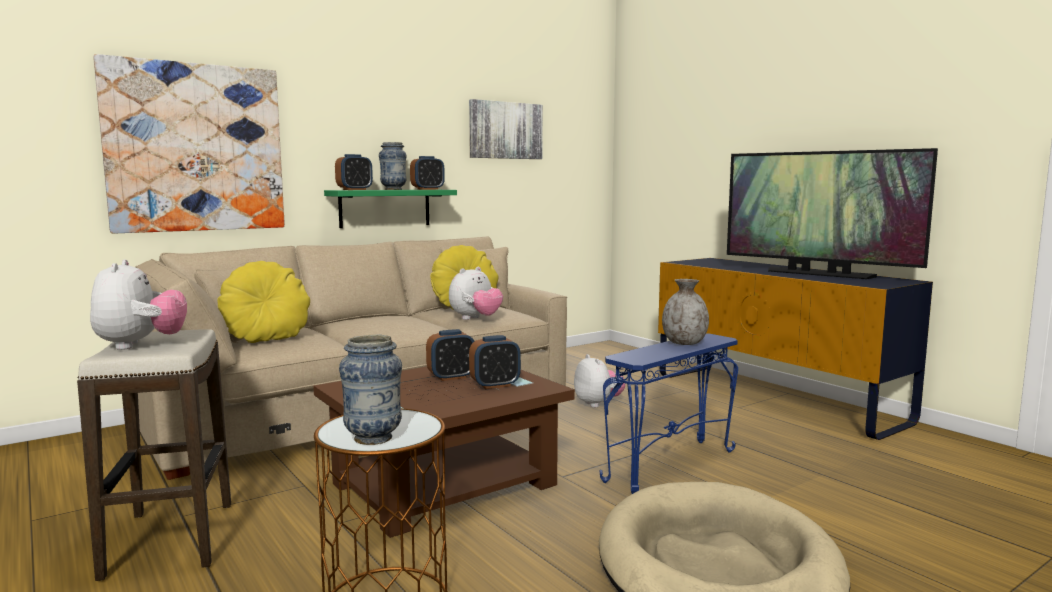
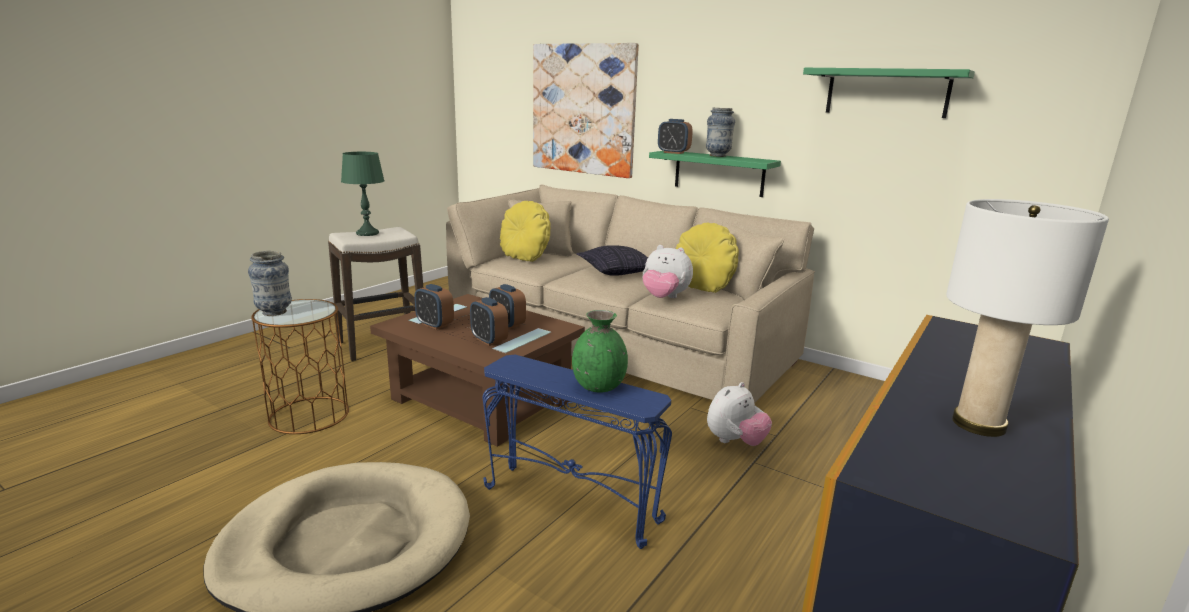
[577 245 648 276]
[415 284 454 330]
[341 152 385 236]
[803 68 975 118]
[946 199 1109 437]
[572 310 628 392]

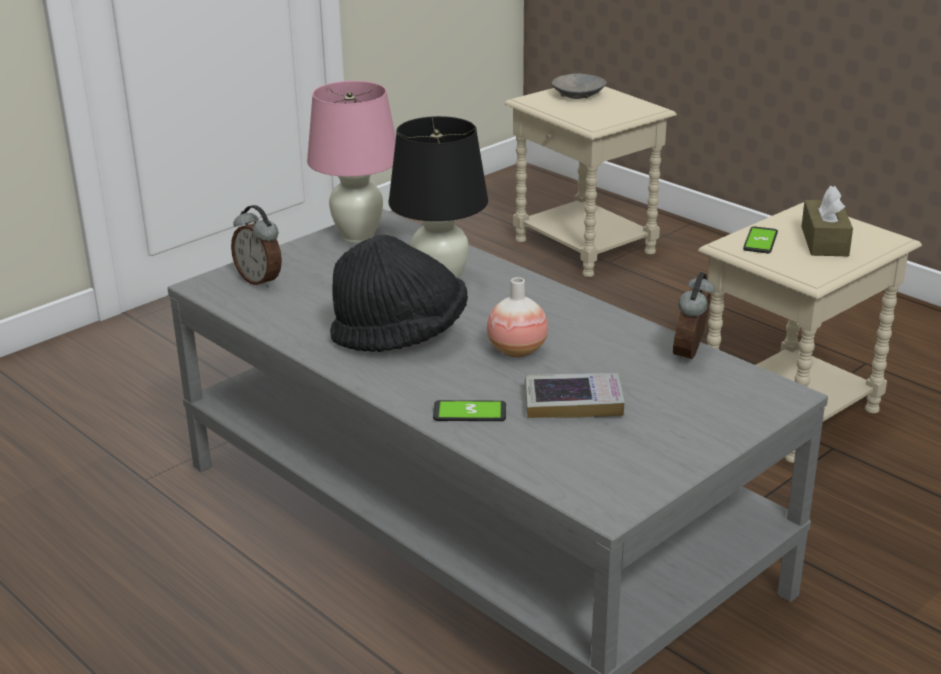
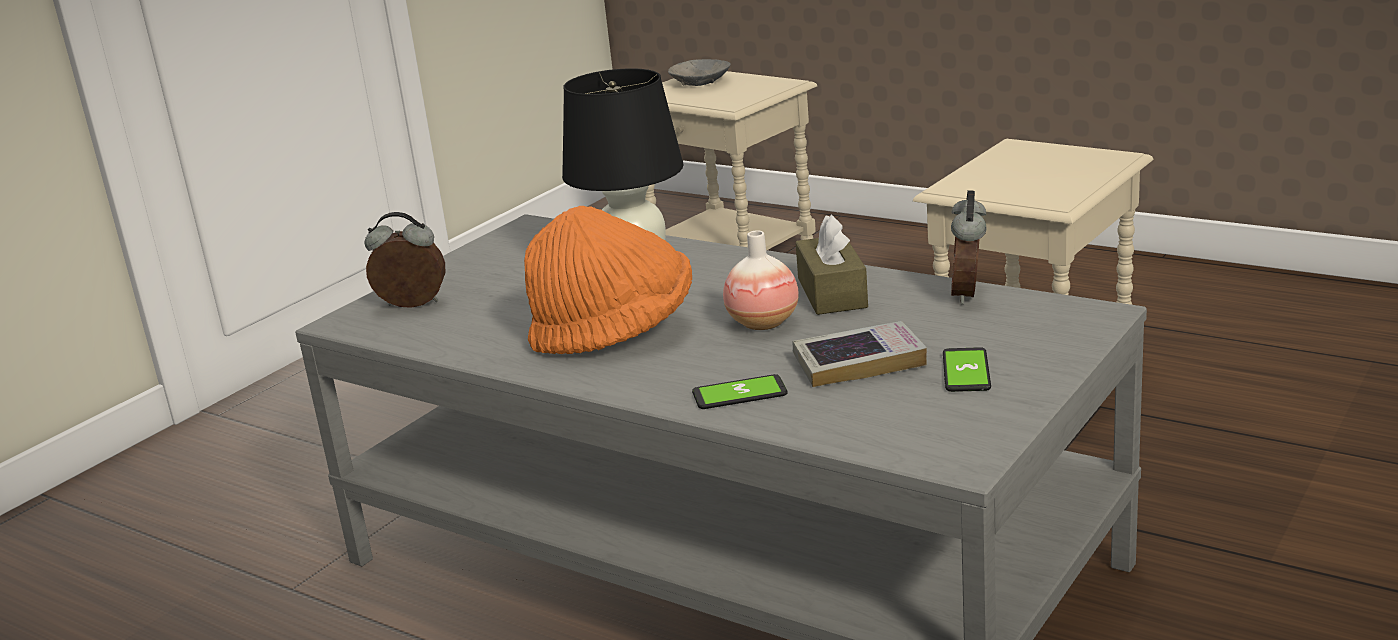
[307 81 396 243] (first image)
[943 347 991 392]
[796 214 868 315]
[524 206 692 354]
[365 212 445 308]

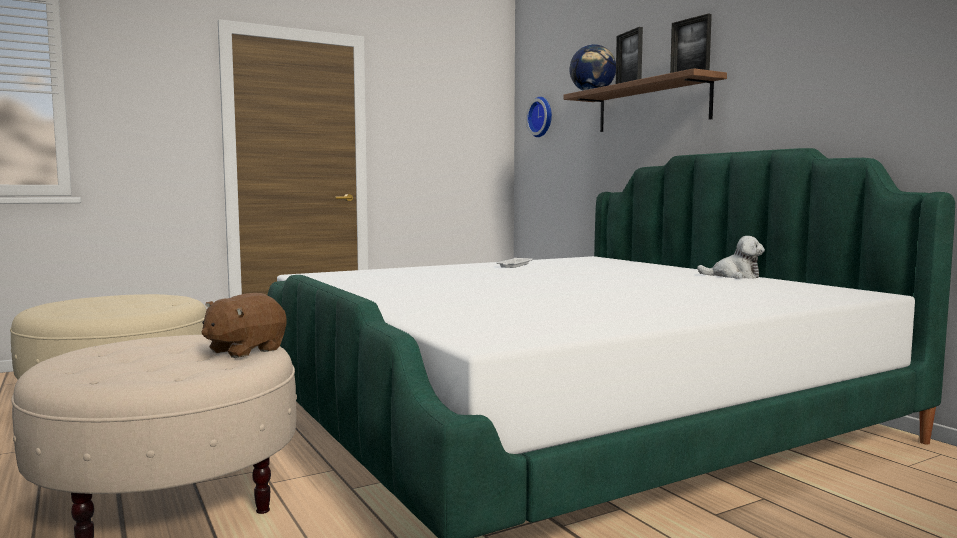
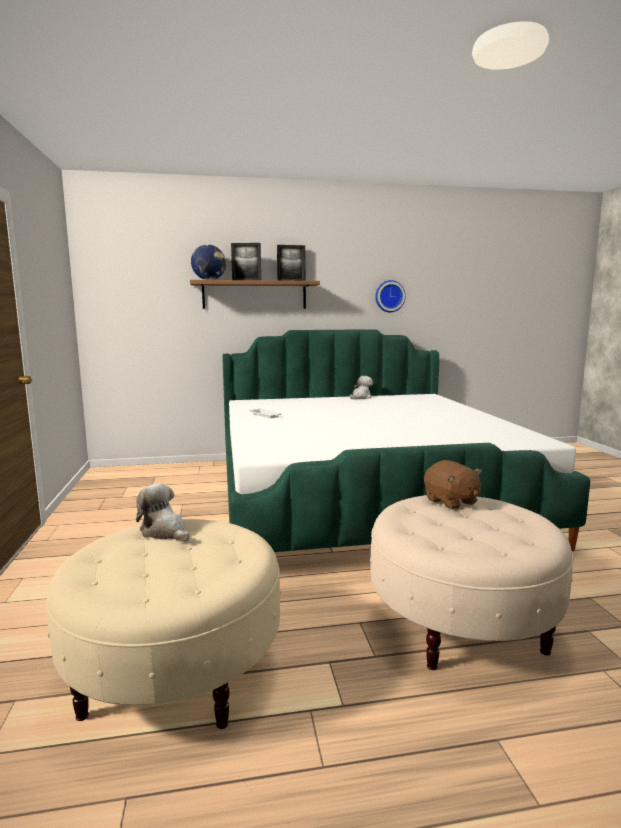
[136 483 190 542]
[375 280 406 312]

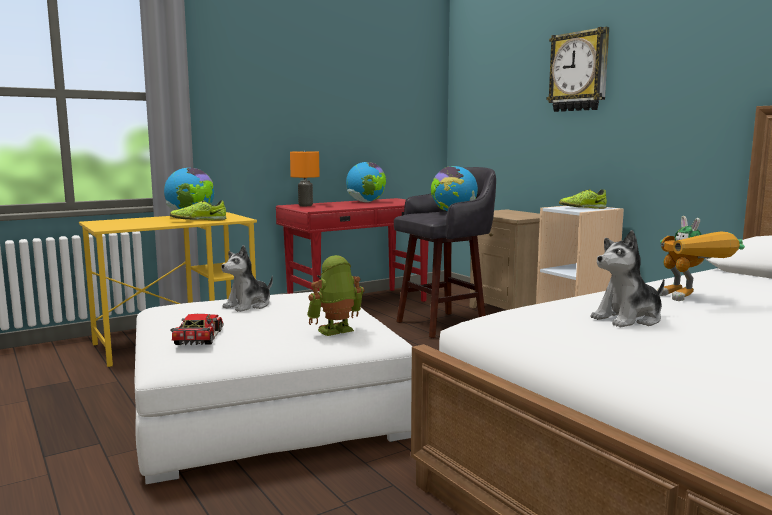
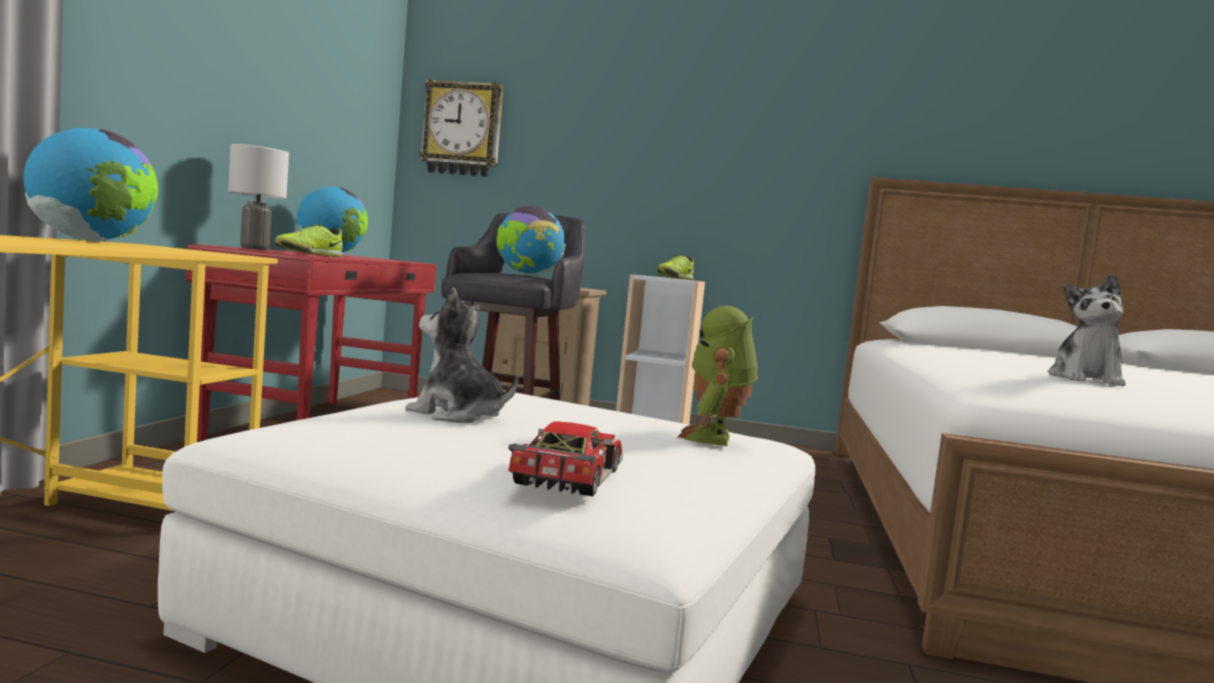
[657 216 745 301] (first image)
[274 224 343 257]
[419 79 504 177]
[228 144 289 250]
[508 421 623 496]
[405 288 519 423]

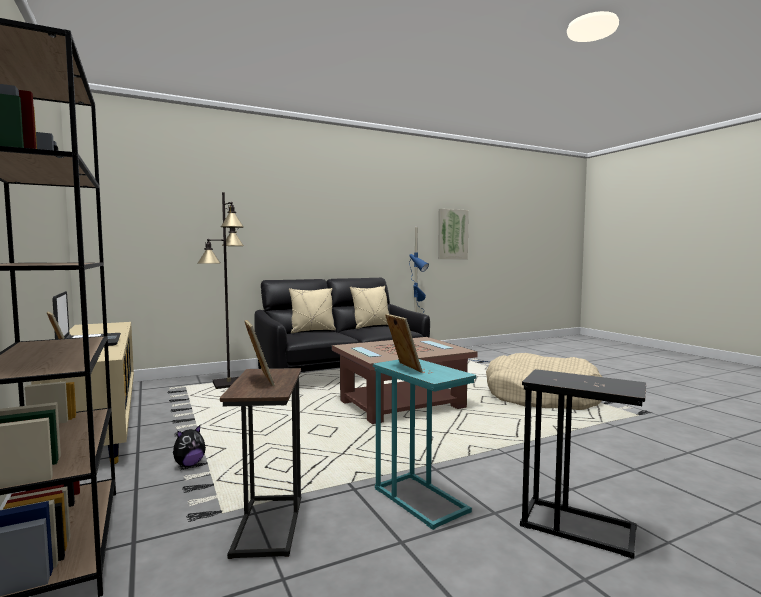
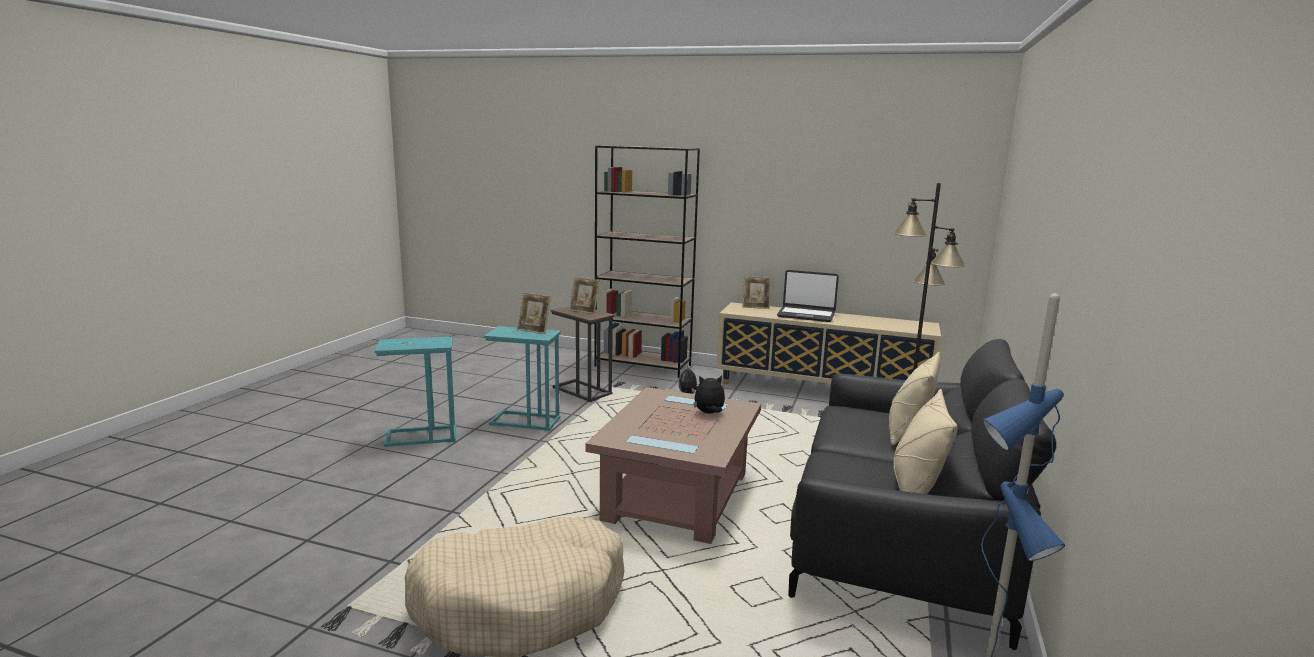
[438 209 469 259] (first image)
[694 375 725 413]
[375 337 456 447]

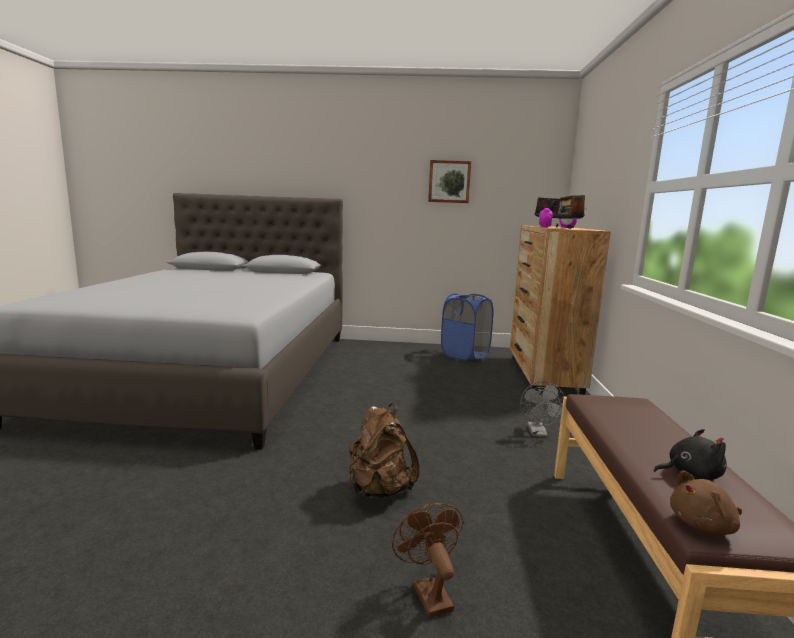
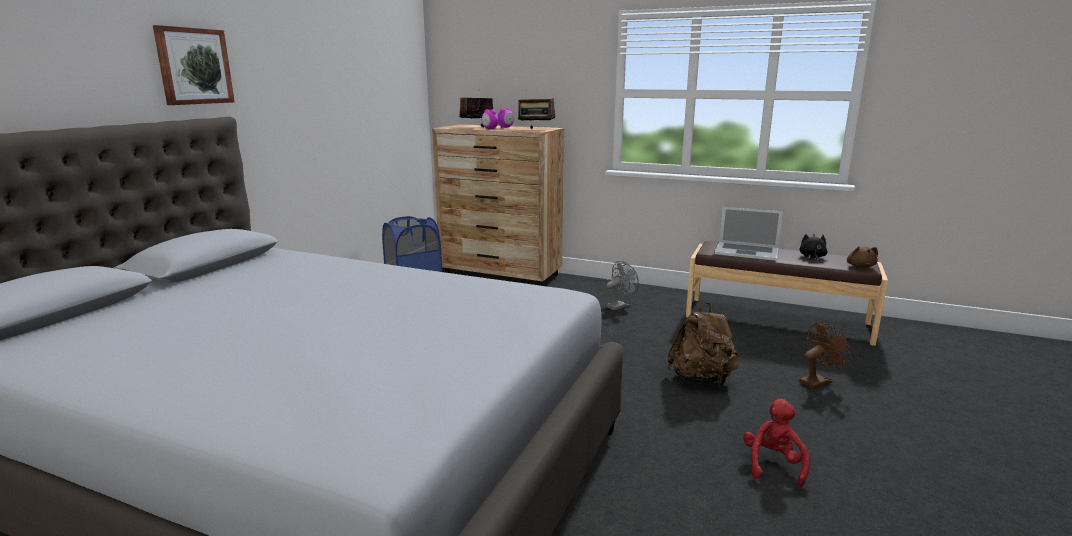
[715 207 783 261]
[743 399 810 487]
[153 25 235 105]
[799 323 851 389]
[606 261 639 311]

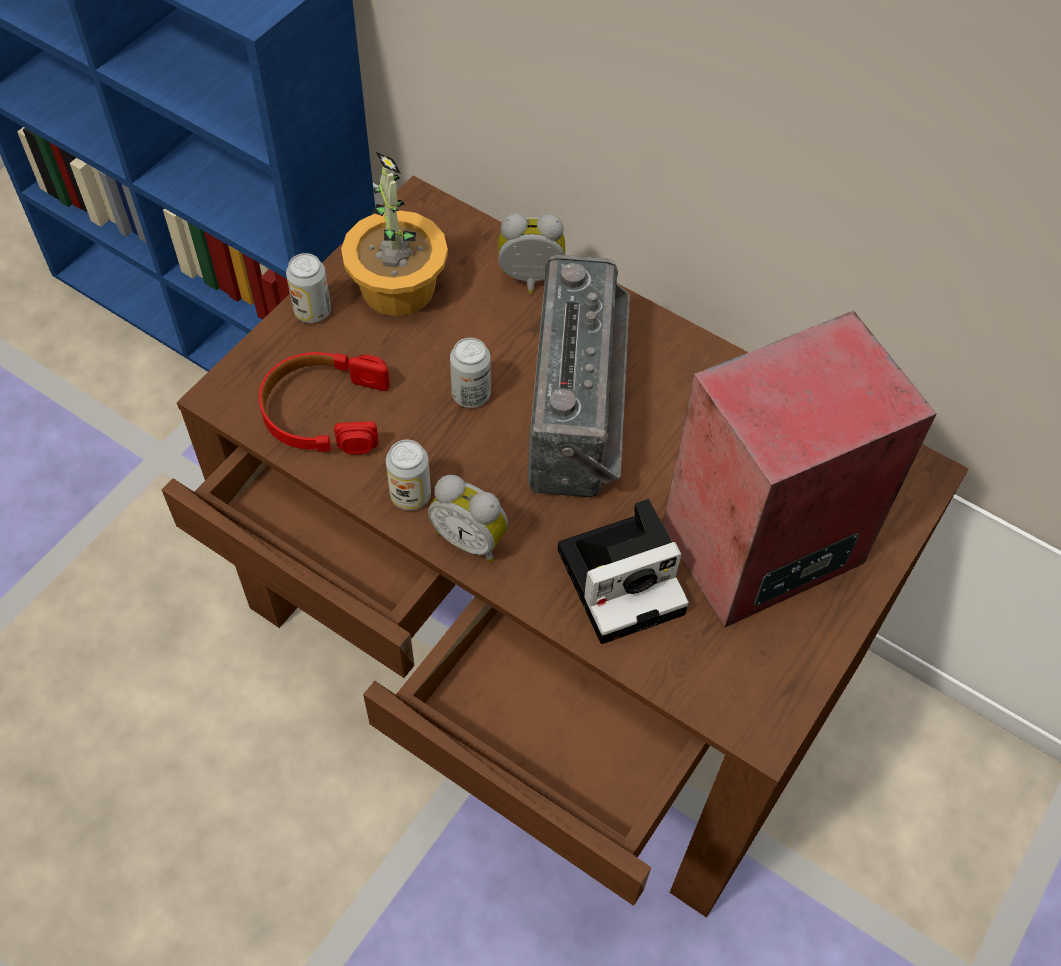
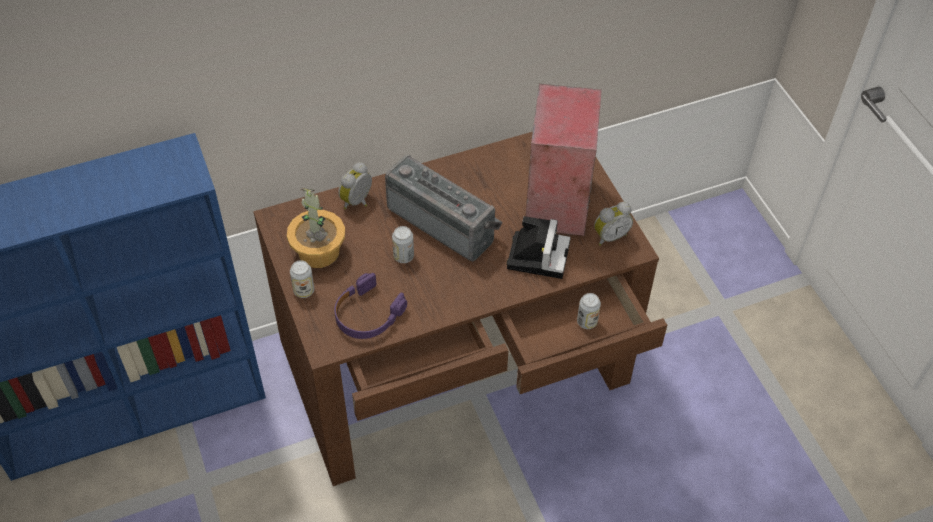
[577 293 601 329]
[594 202 633 246]
[334 273 407 339]

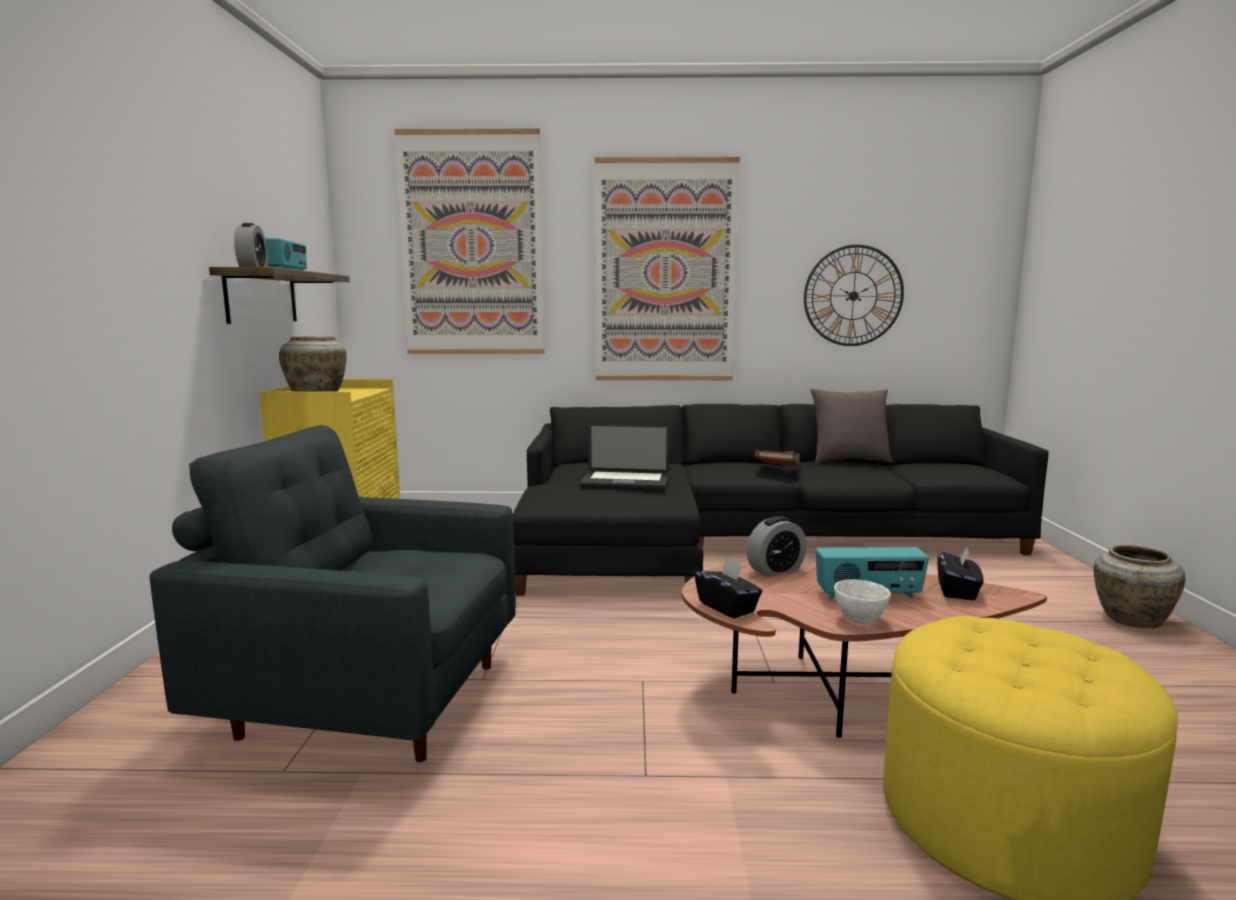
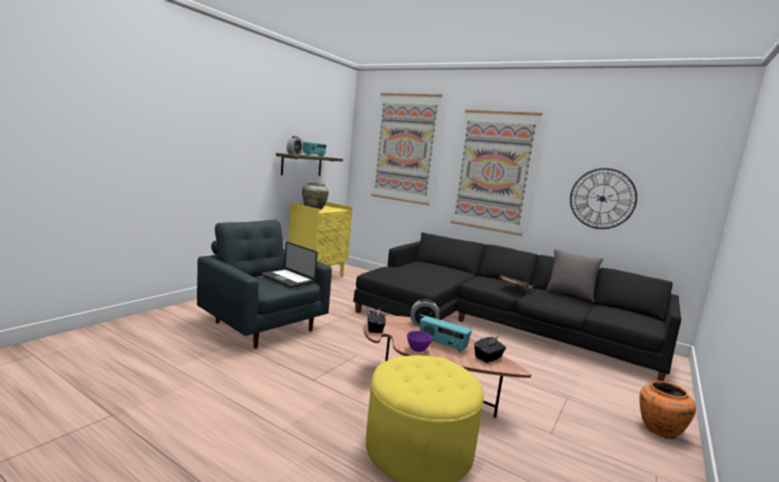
[261 242 317 288]
[407 331 433 352]
[639 381 696 439]

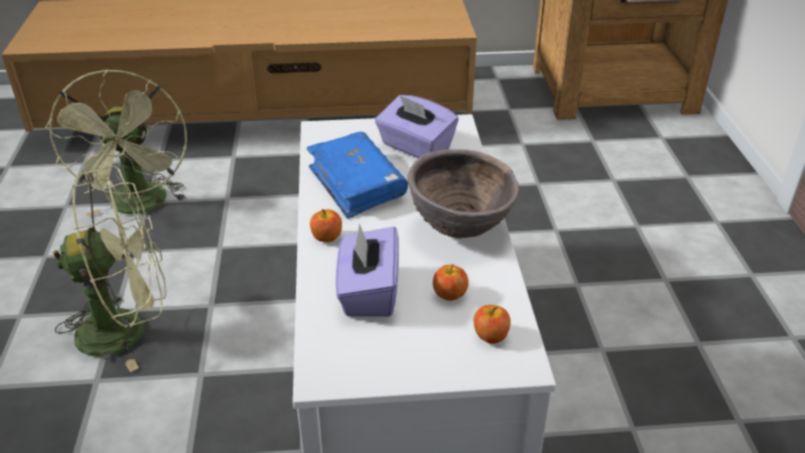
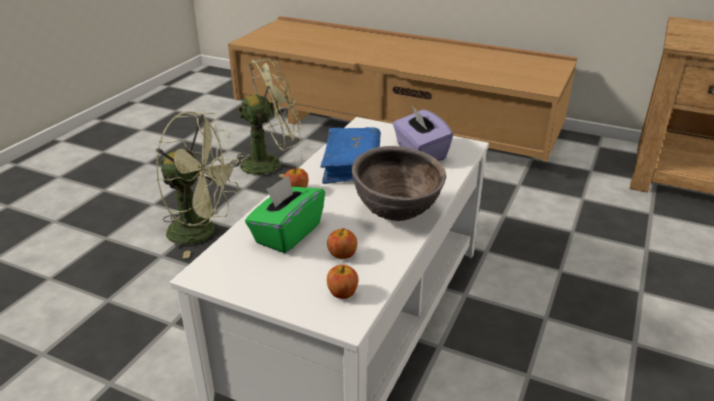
[245 175 325 253]
[231 58 301 178]

